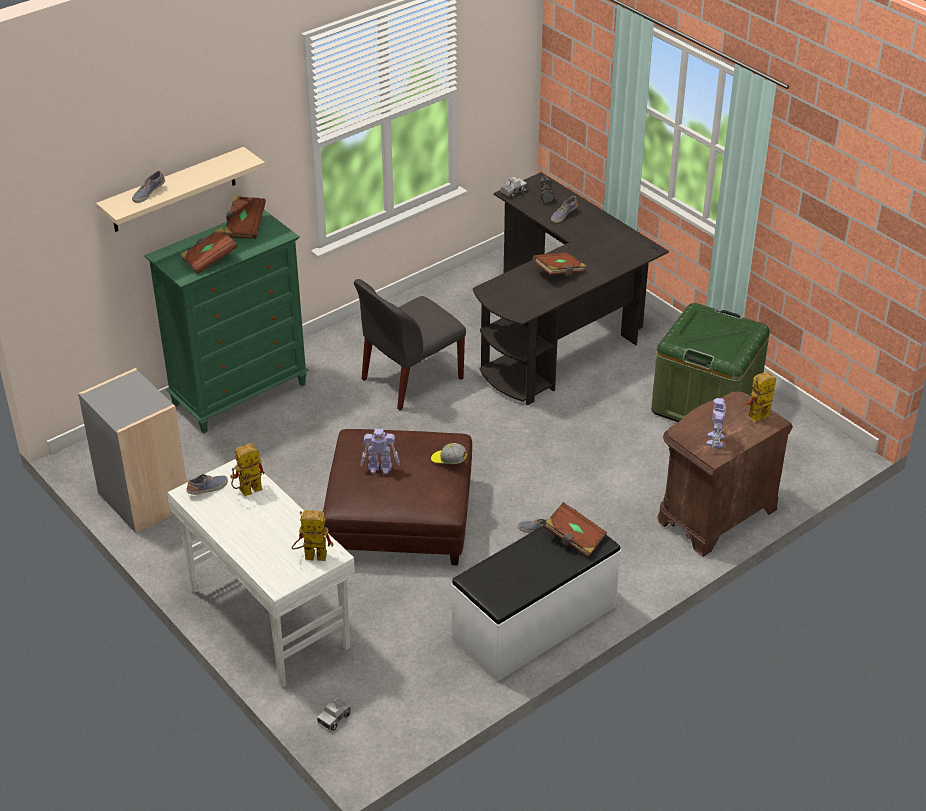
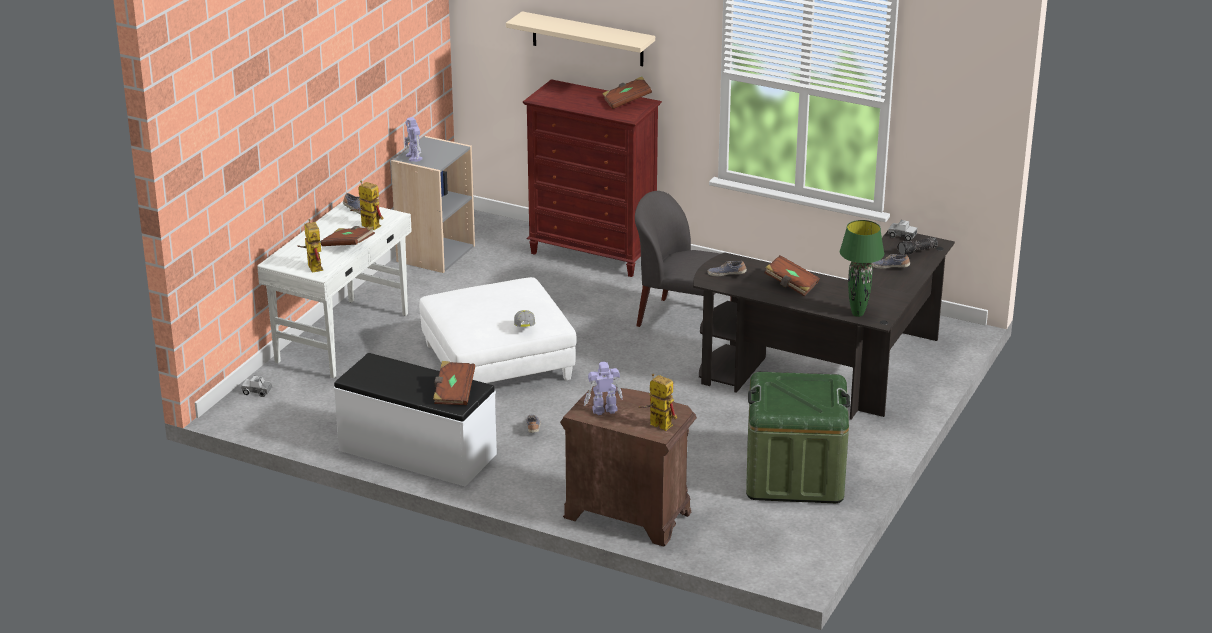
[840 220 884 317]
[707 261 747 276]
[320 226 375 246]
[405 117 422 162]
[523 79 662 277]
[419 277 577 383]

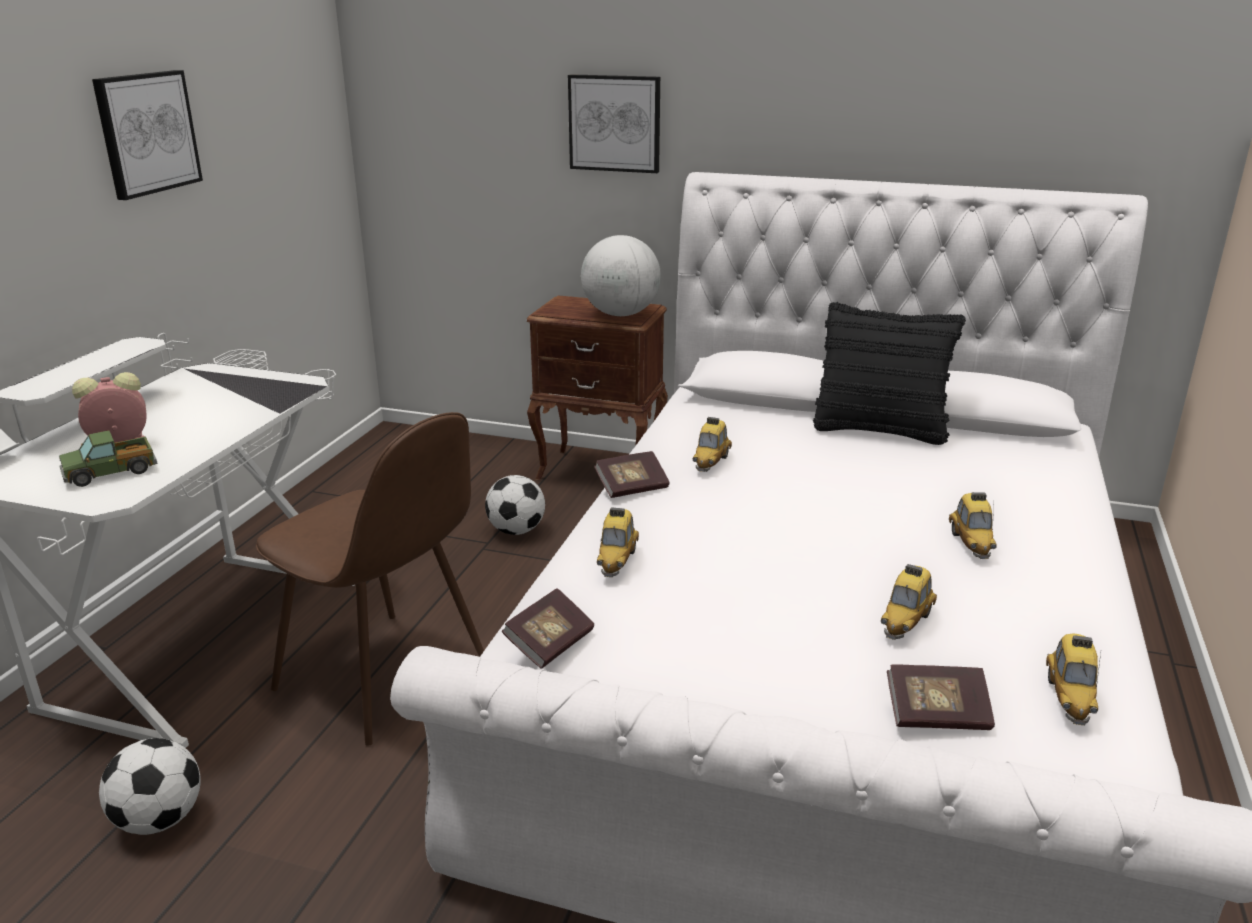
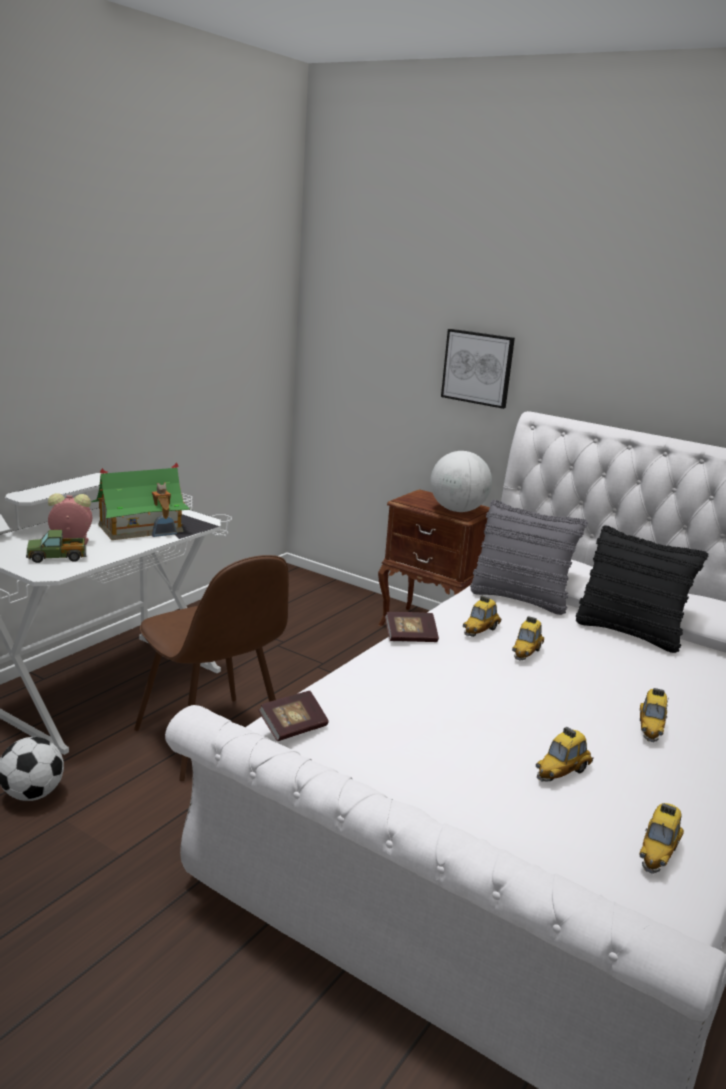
[92 70 203 200] (first image)
[485 475 545 535] (first image)
[887 665 995 730] (first image)
[91 463 190 540]
[470 500 588 615]
[512 616 544 661]

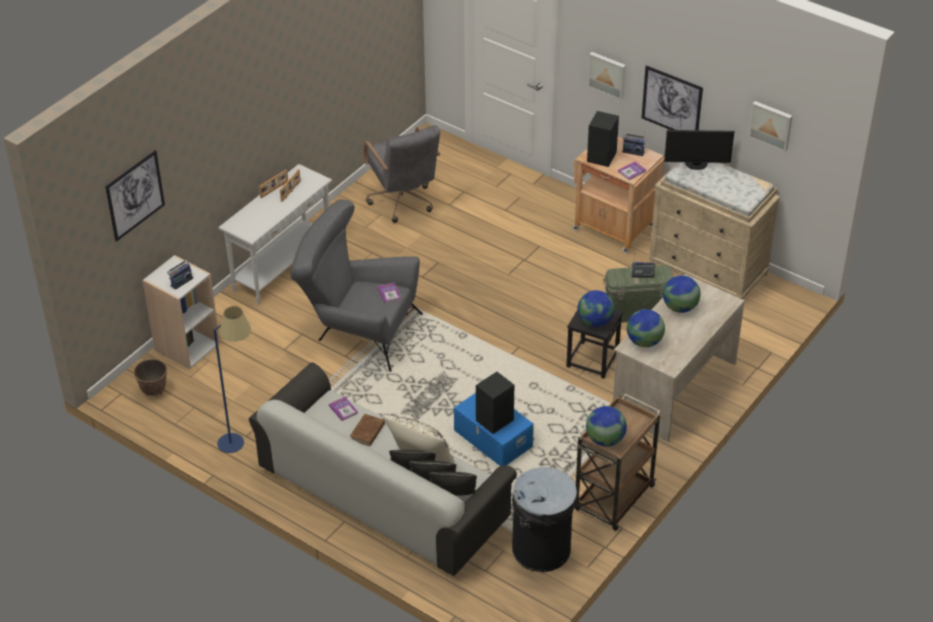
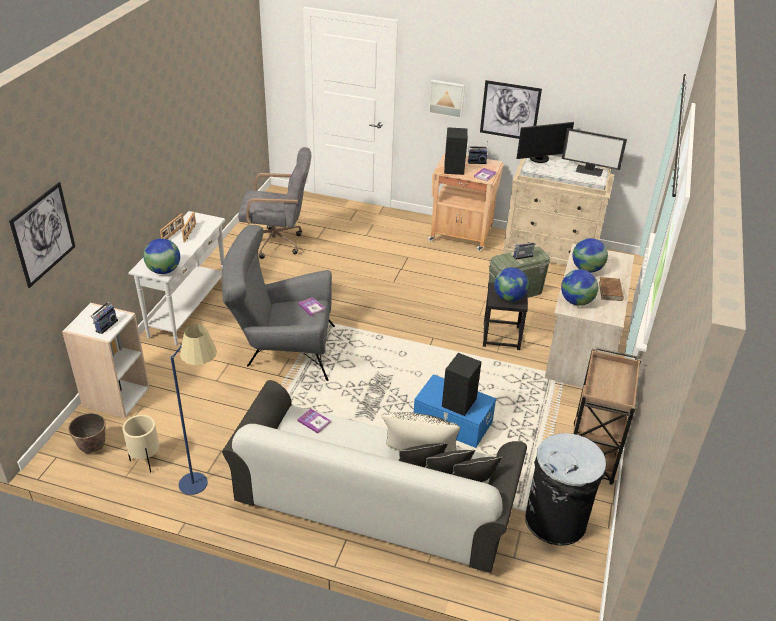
[748 101 793 152] (first image)
[122 415 159 473]
[562 128 627 177]
[599 277 624 301]
[143 238 180 274]
[238 147 311 259]

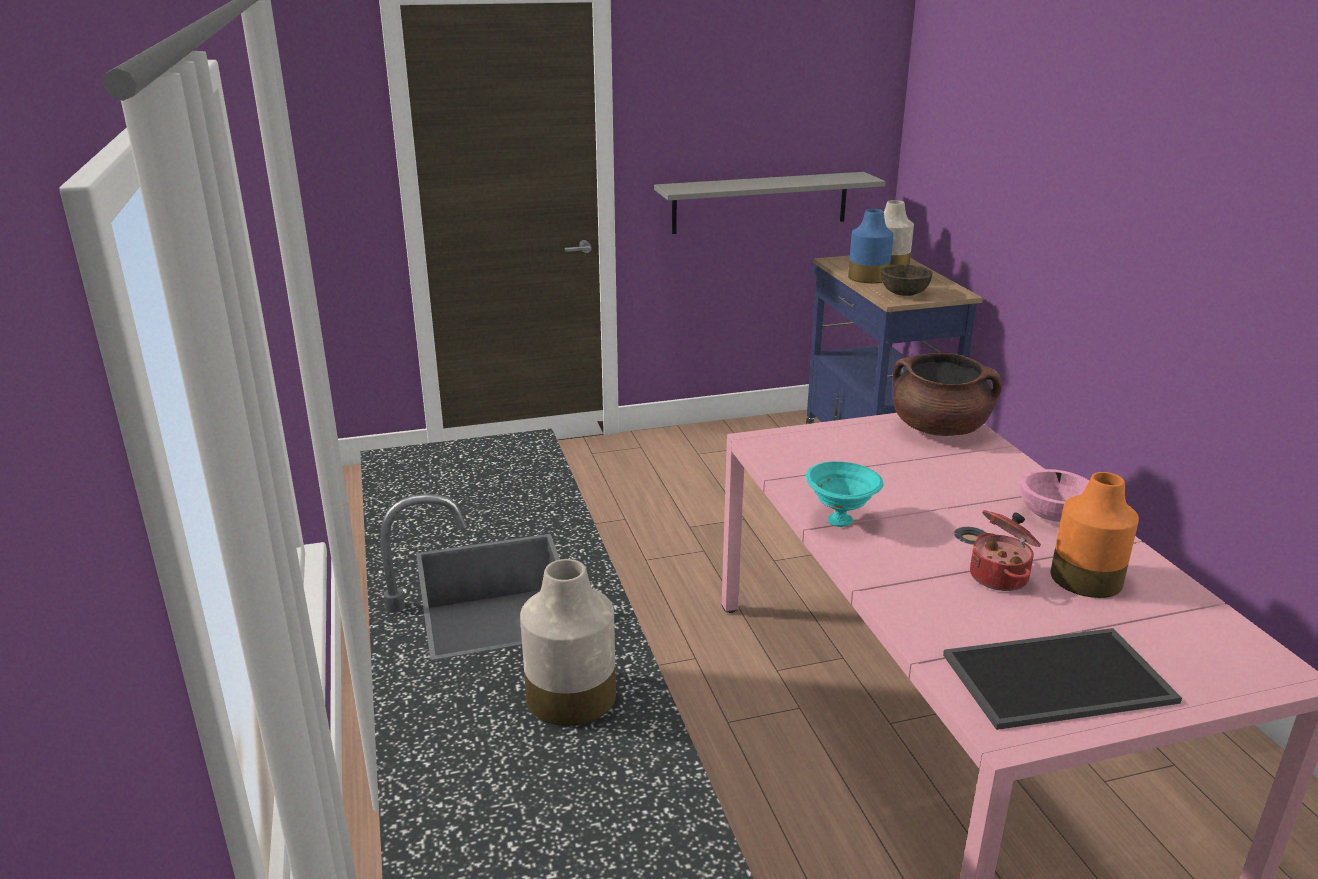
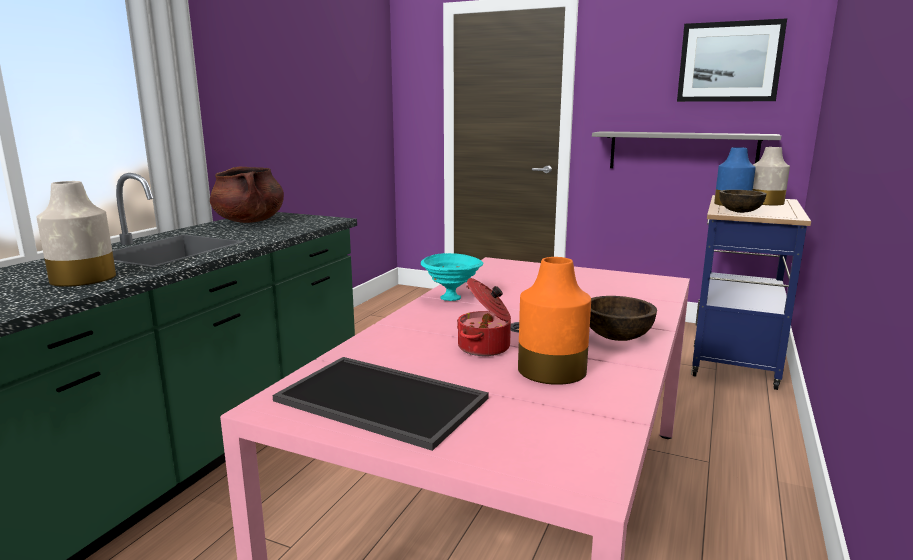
[677 18 787 102]
[210 167 284 223]
[590 296 657 341]

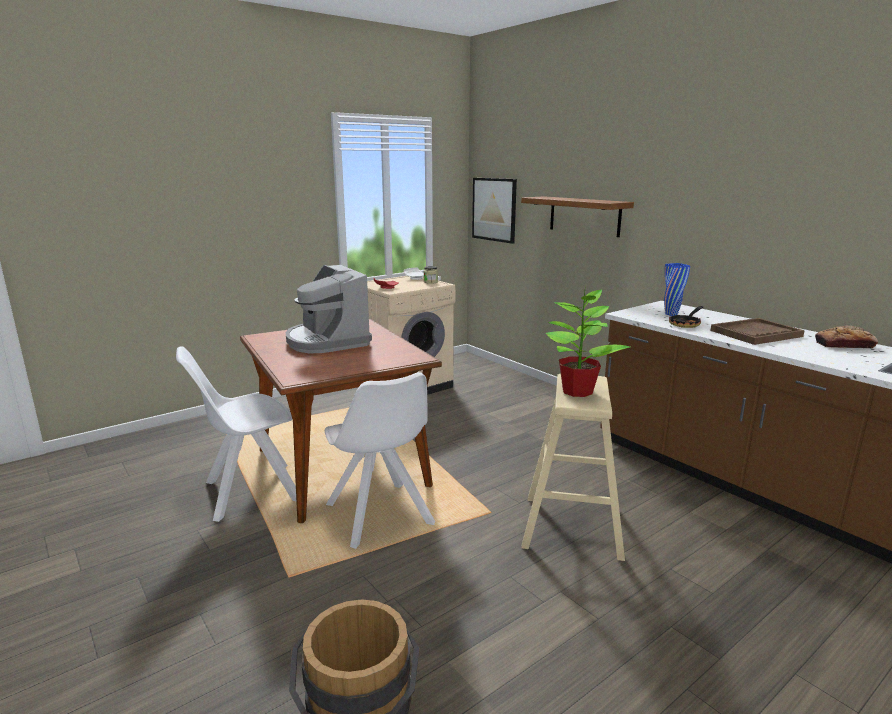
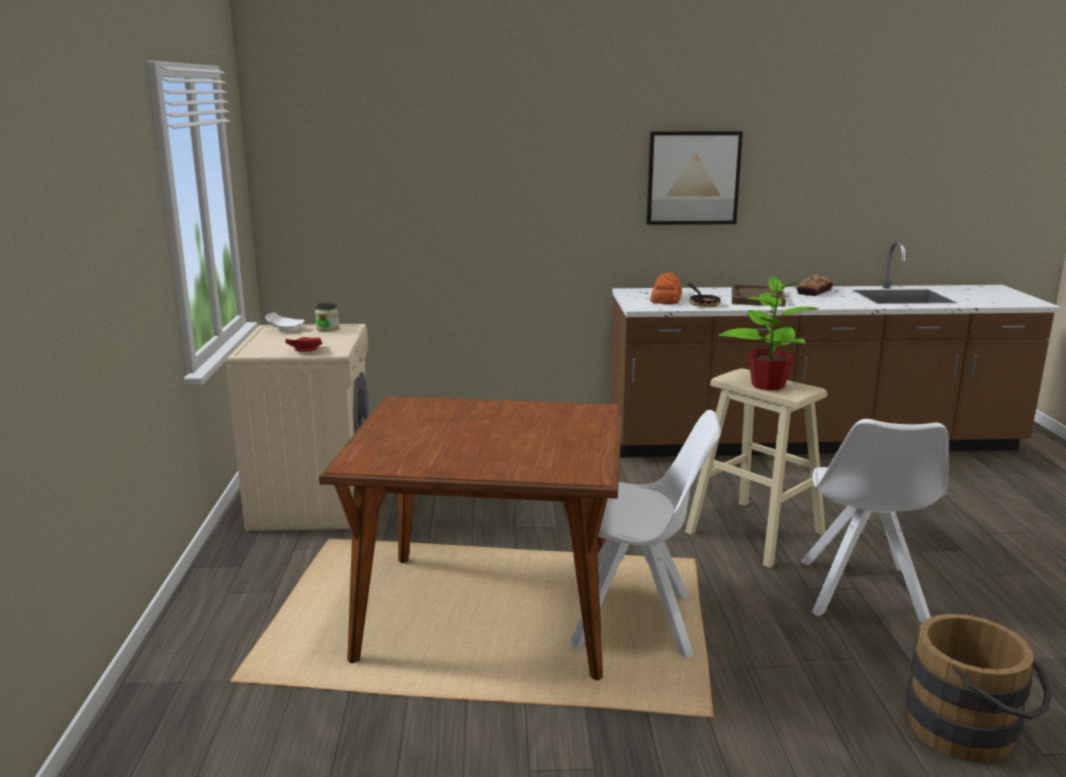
[286 265 372 353] (first image)
[521 196 634 237] (first image)
[801 419 949 623]
[647 131 743 225]
[650 273 682 305]

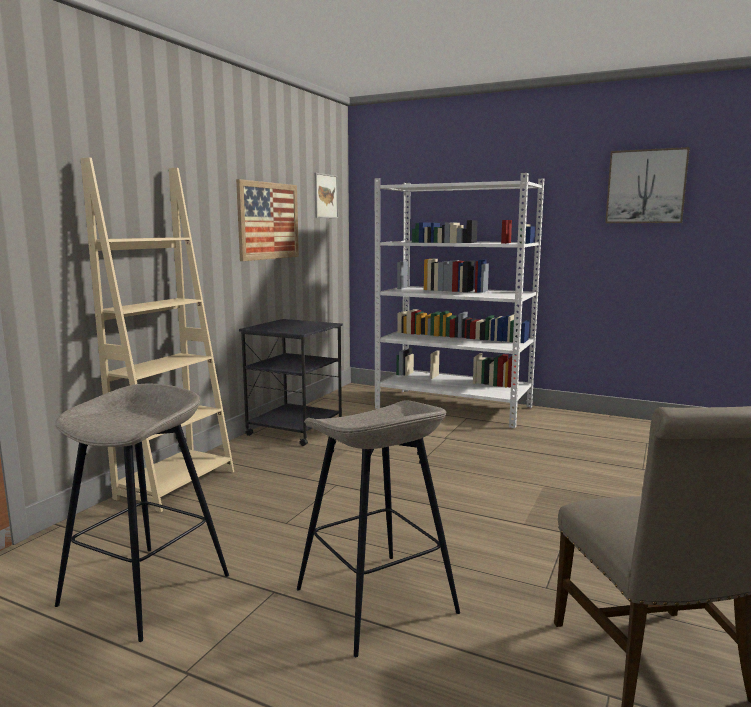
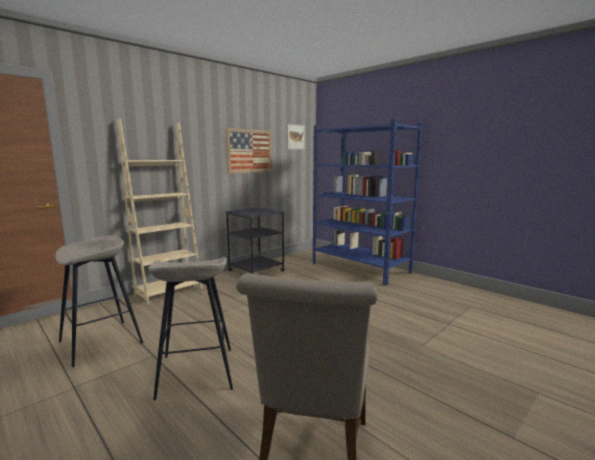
[605 147 690 223] (first image)
[313 119 423 285]

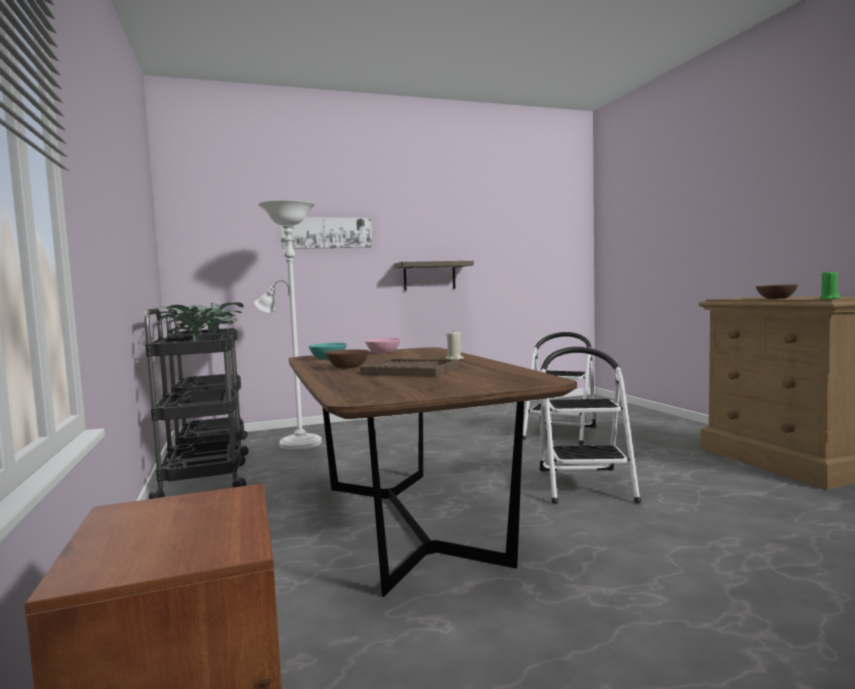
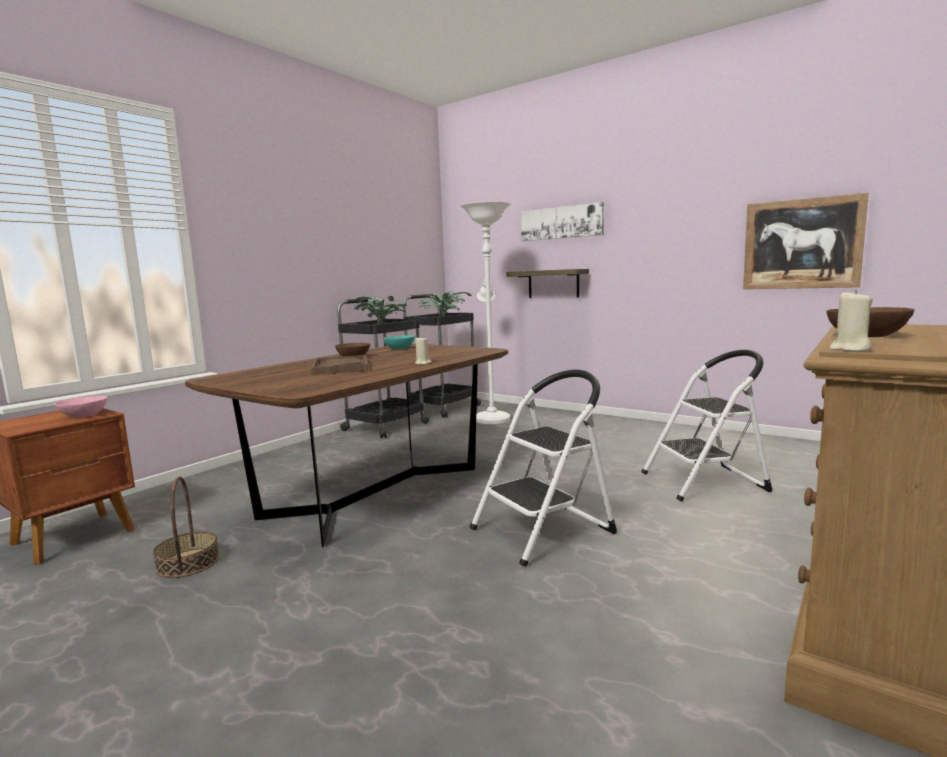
[153 477 219 578]
[743 192 869 289]
[55 396 108 418]
[507 269 589 298]
[829 289 873 351]

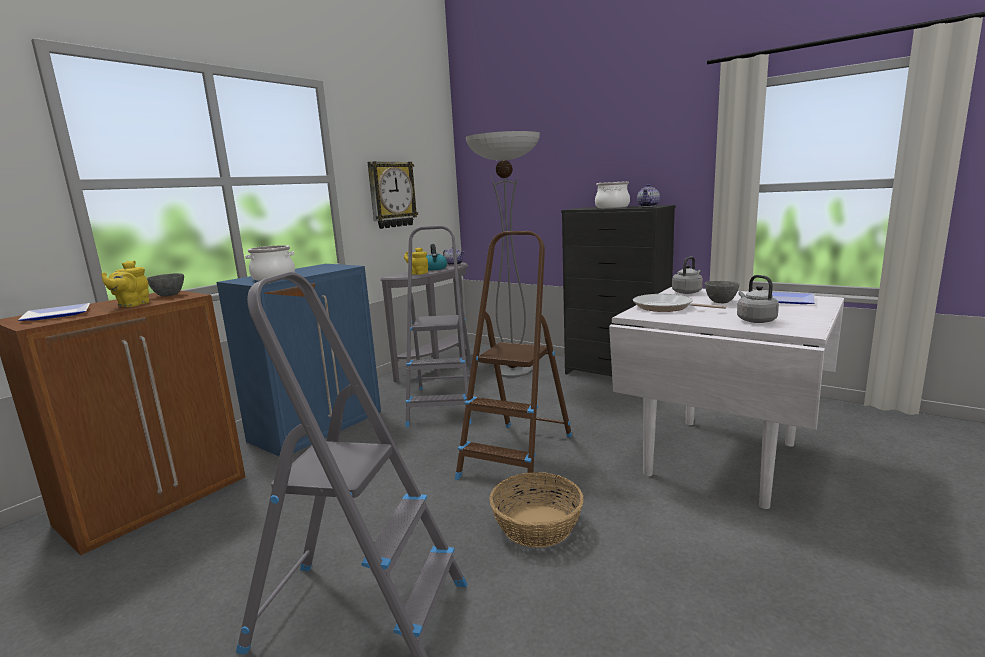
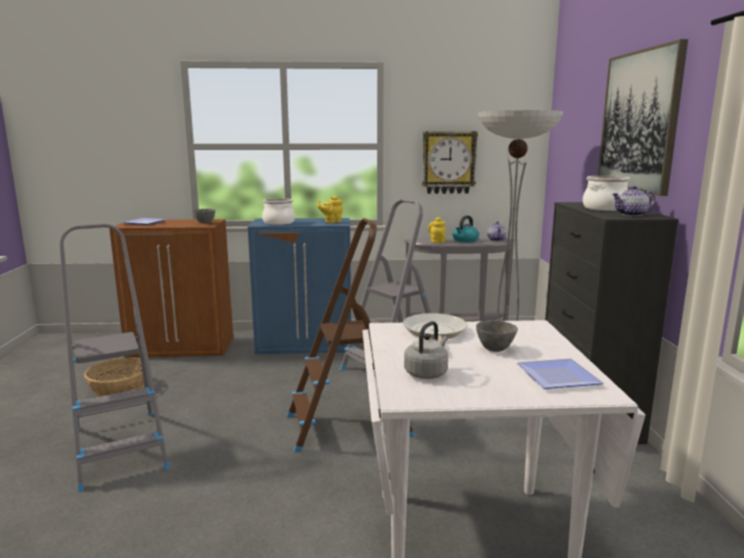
[672 257 703 294] (first image)
[598 39 688 196]
[317 196 343 223]
[84 357 150 397]

